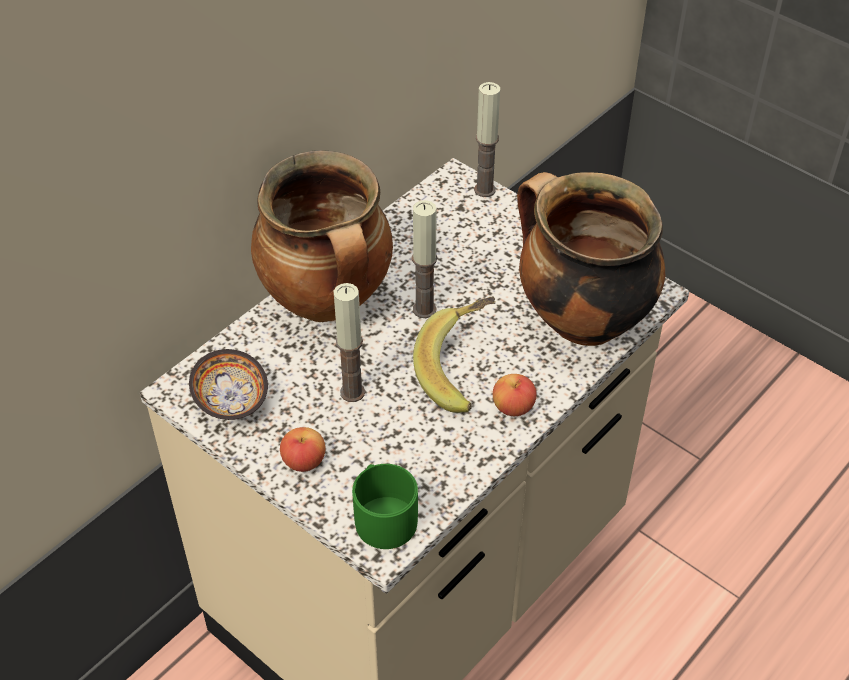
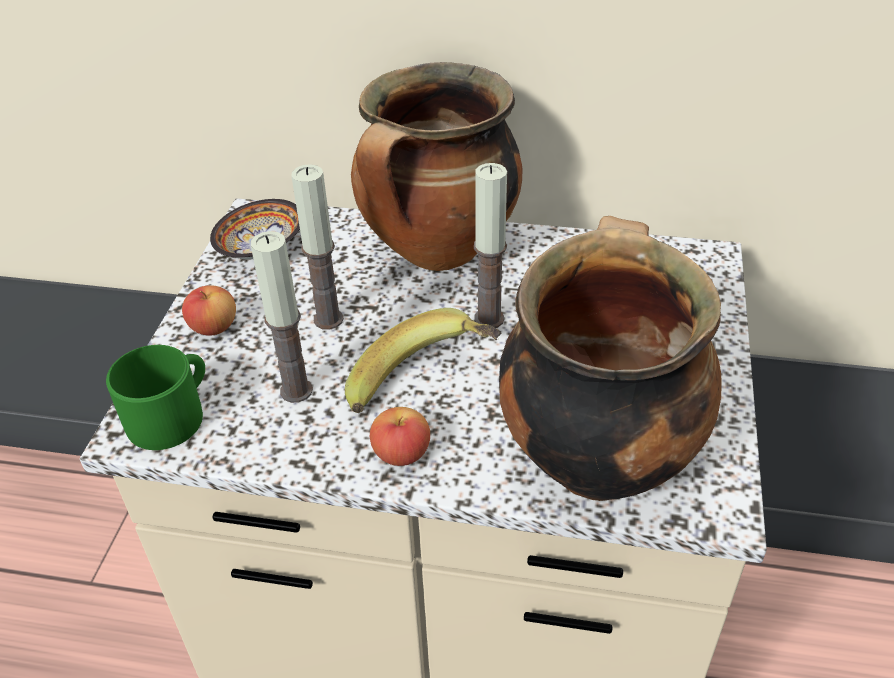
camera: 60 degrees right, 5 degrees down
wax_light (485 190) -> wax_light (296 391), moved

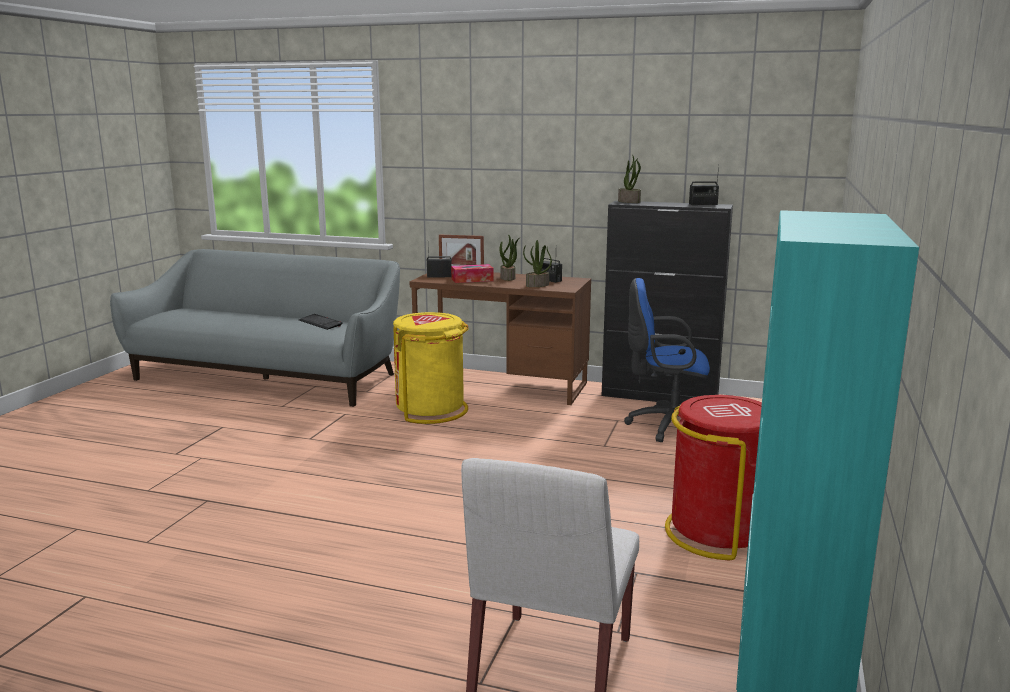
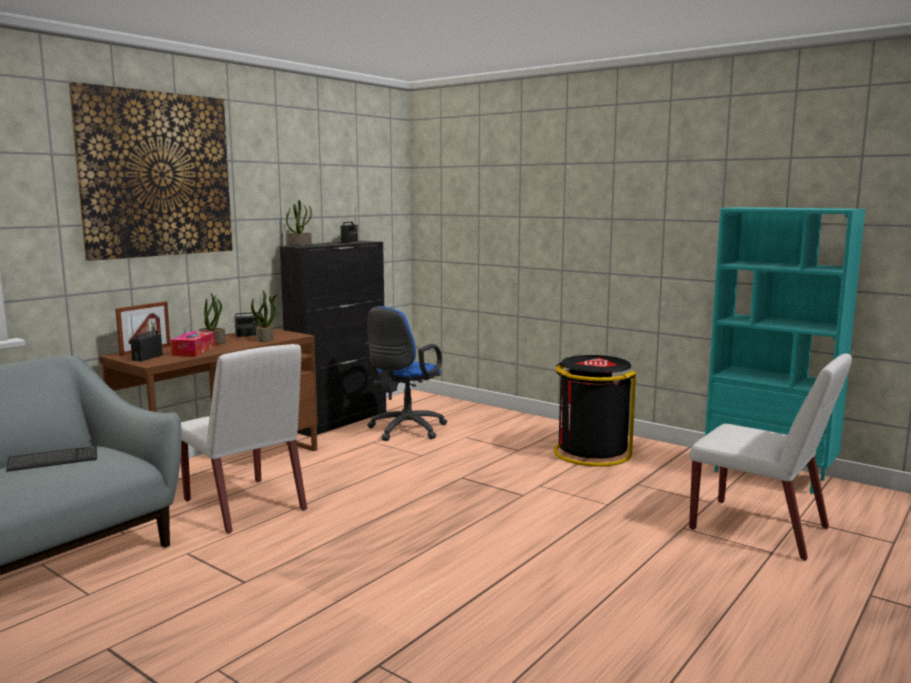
camera: 70 degrees left, 5 degrees down
none -> wall_art (156 174)
yellowish_trash_can (431 410) -> white-coloured_plain_chair (245 506)
reddish_trash_can (717 532) -> blackish_trash_can (591 453)

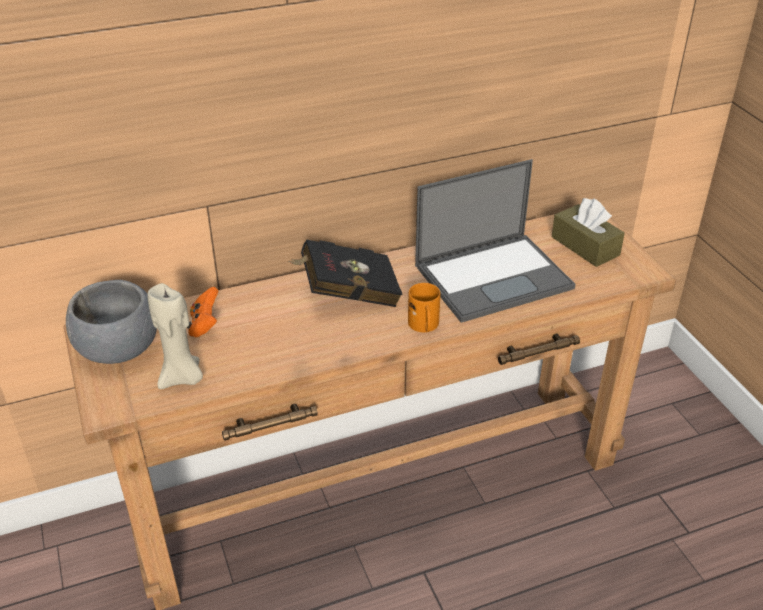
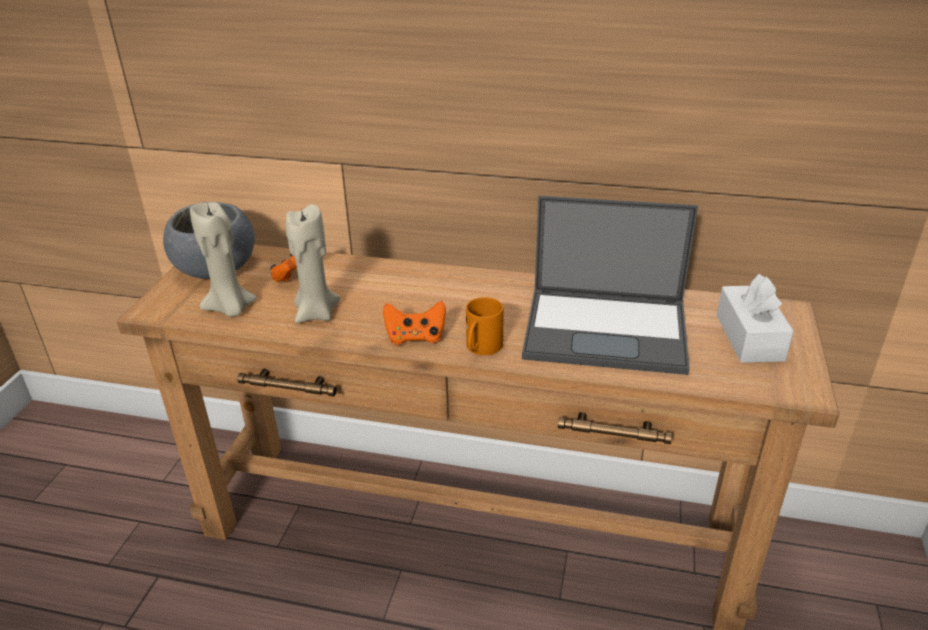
camera: 35 degrees right, 5 degrees down
blackish_book (346 294) -> none
none -> sand-coloured_wax_light (316 313)
none -> orange-coloured_gamepad (415 337)
brown-coloured_box_of_tissues (585 246) -> white-coloured_box_of_tissues (749 337)

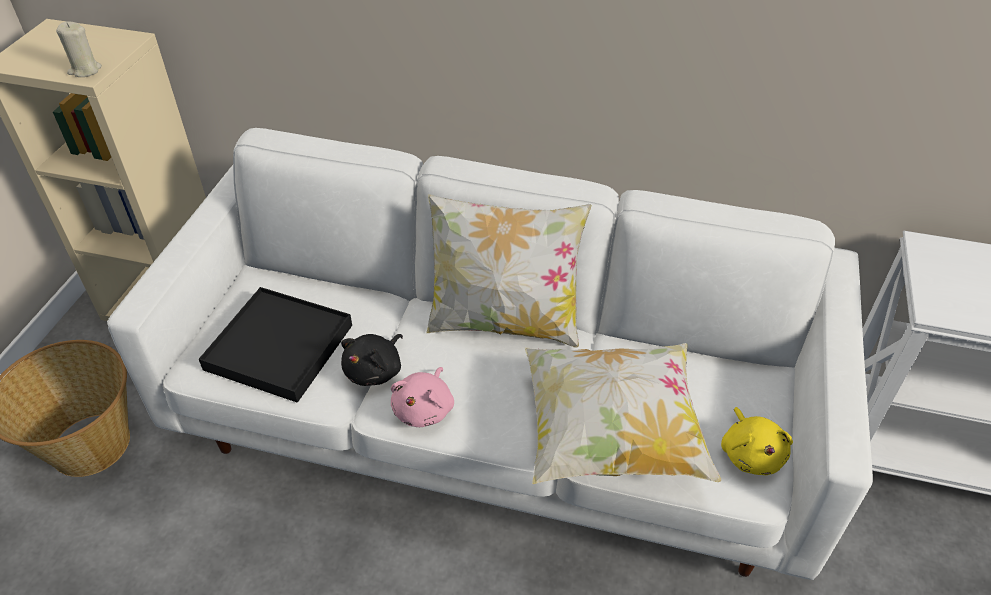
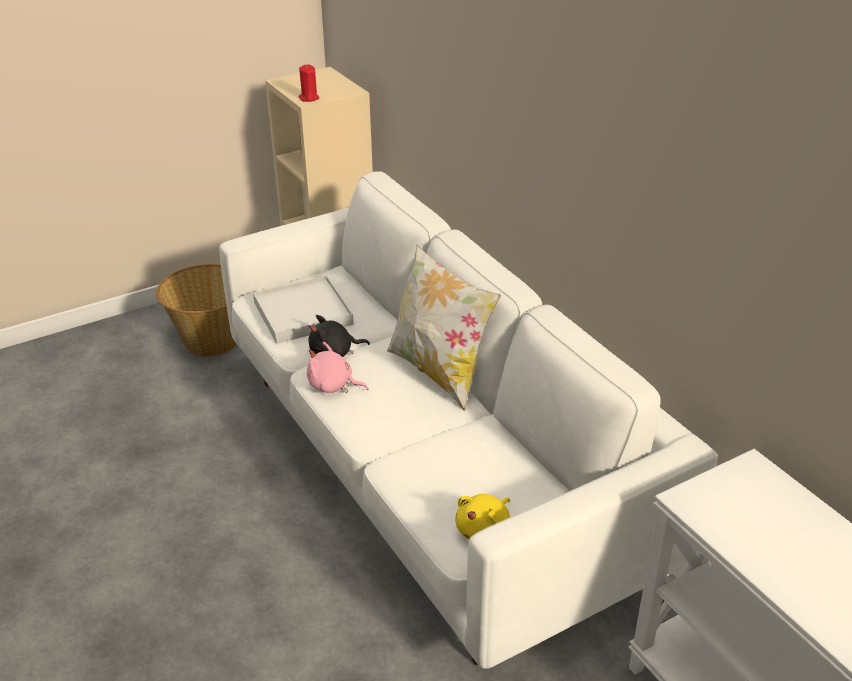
camera: 45 degrees right, 10 degrees down
cushion (611 435) -> none
sand-coloured_wax_light (85 70) -> reddish_wax_light (309 98)
blackish_carrying_tray (279 347) -> white-coloured_carrying_tray (303 313)
pink-coloured_soft_toy (425 409) -> pink-coloured_soft_toy (333 386), 45 degrees clockwise

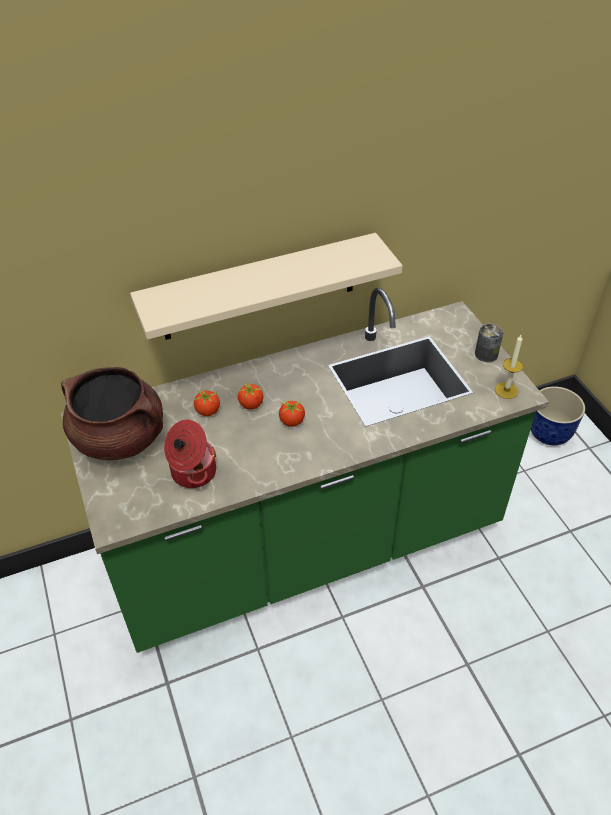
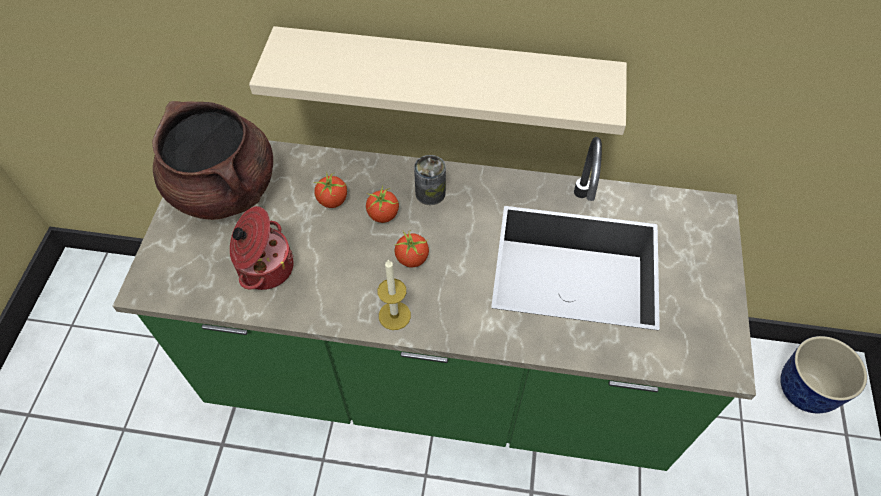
camera: 30 degrees right, 10 degrees up
sealed_can (486 354) -> sealed_can (430 193), moved
wax_light (506 390) -> wax_light (394 315), moved

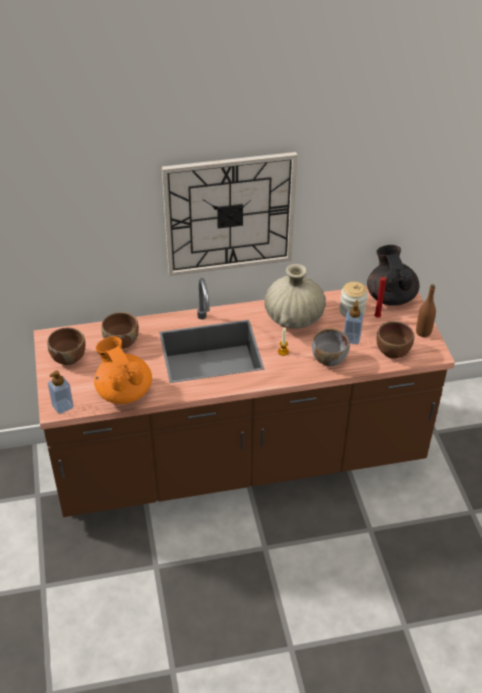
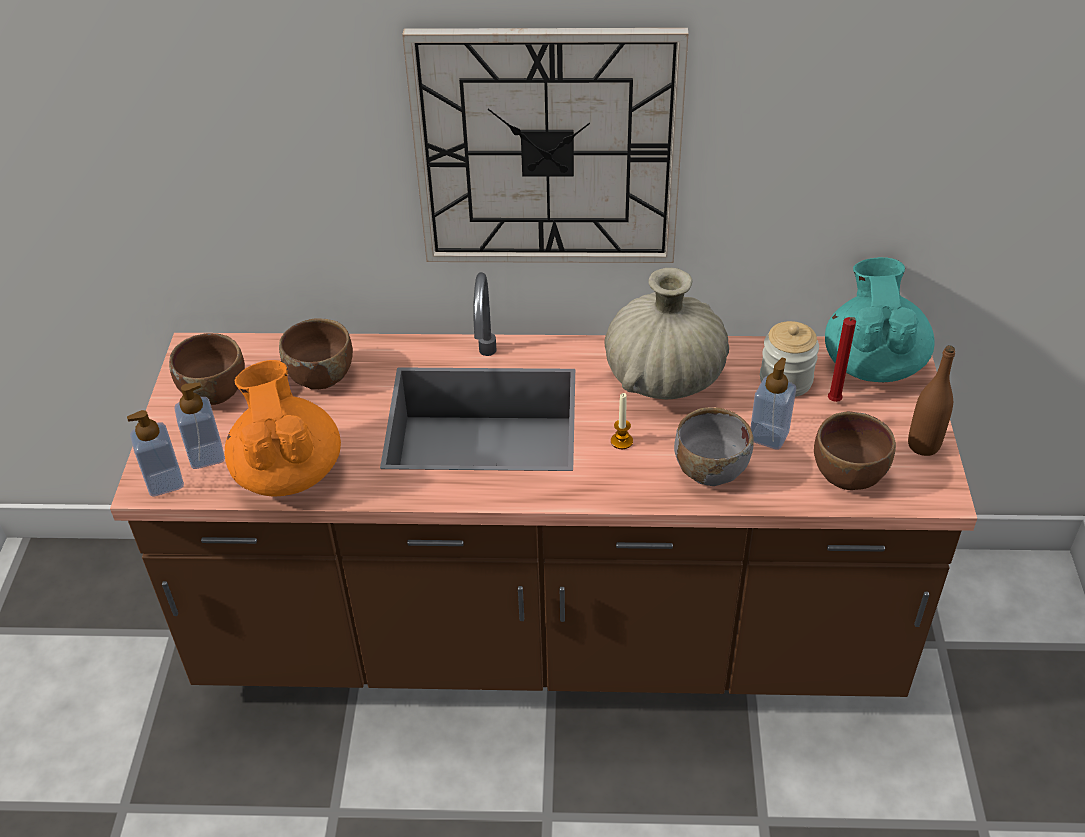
camera: 15 degrees right, 0 degrees up
none -> liquid_soap_bottle (206 455)
blackish_teapot (390 296) -> turquoise_teapot (872 363)

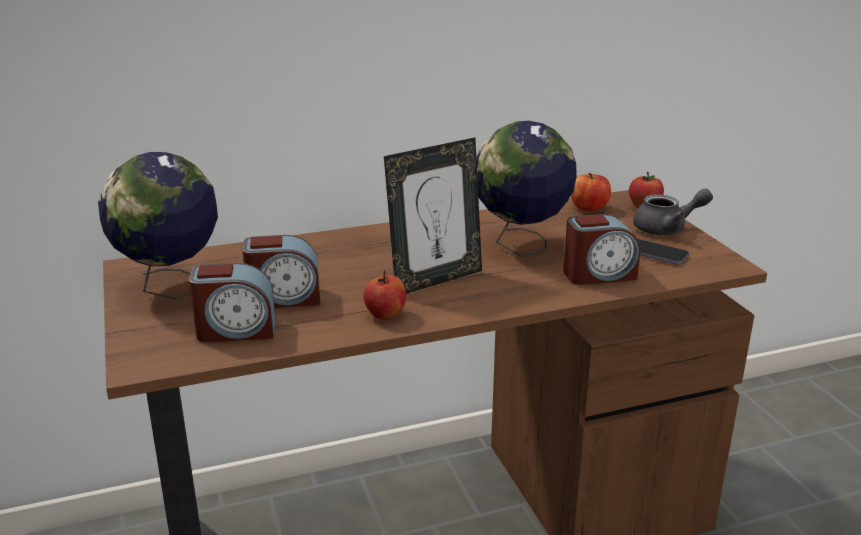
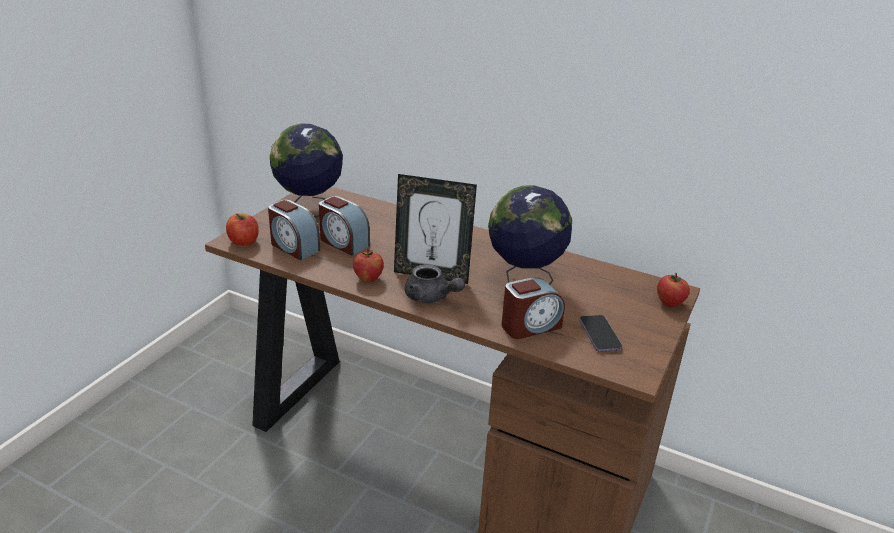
camera: 45 degrees right, 5 degrees up
apple_fruit (589 208) -> apple_fruit (244 242), moved
gray_teapot (667 229) -> gray_teapot (431 298), moved
alarm_clock (598 275) -> alarm_clock (530 326), 60 degrees counterclockwise

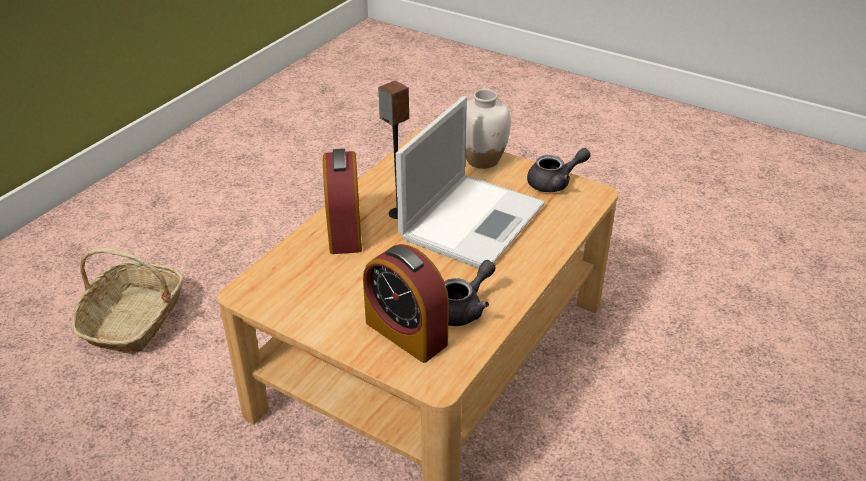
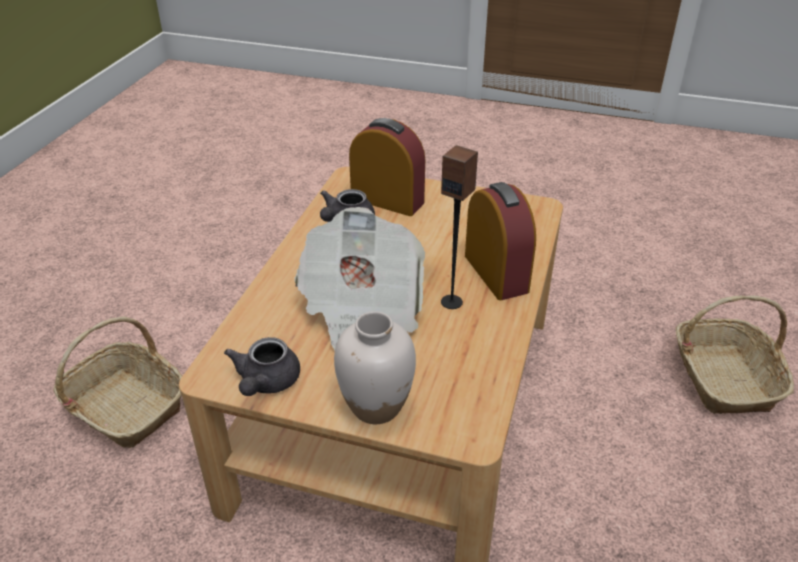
camera: 165 degrees right, 0 degrees up
none -> basket (125 407)
portable_computer (473 219) -> printed_paper (362 309)
gray_teapot (555 183) -> gray_teapot (266 383), 45 degrees counterclockwise

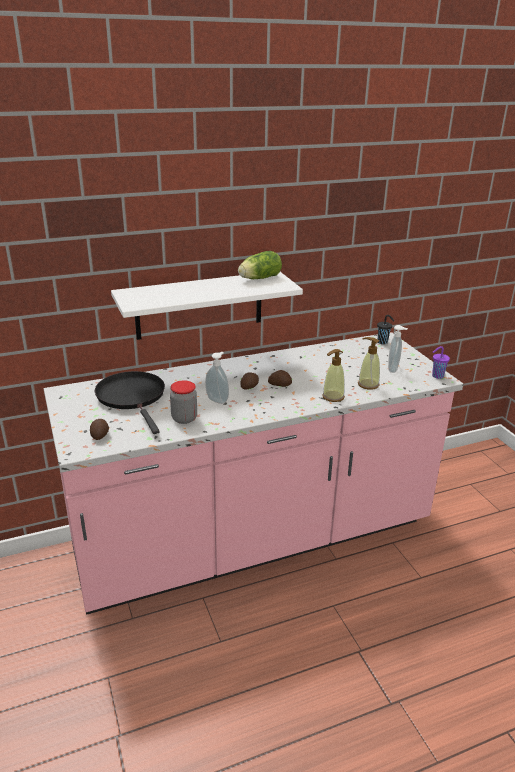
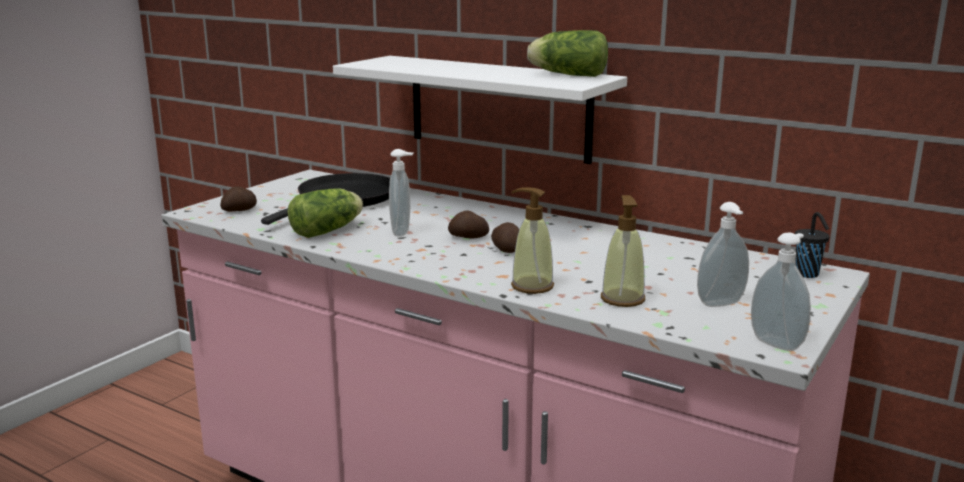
camera: 55 degrees right, 10 degrees down
jar (184 418) -> lettuce (329 230)
purple_drinking_cup (437 376) -> liquid_soap_bottle (778 343)

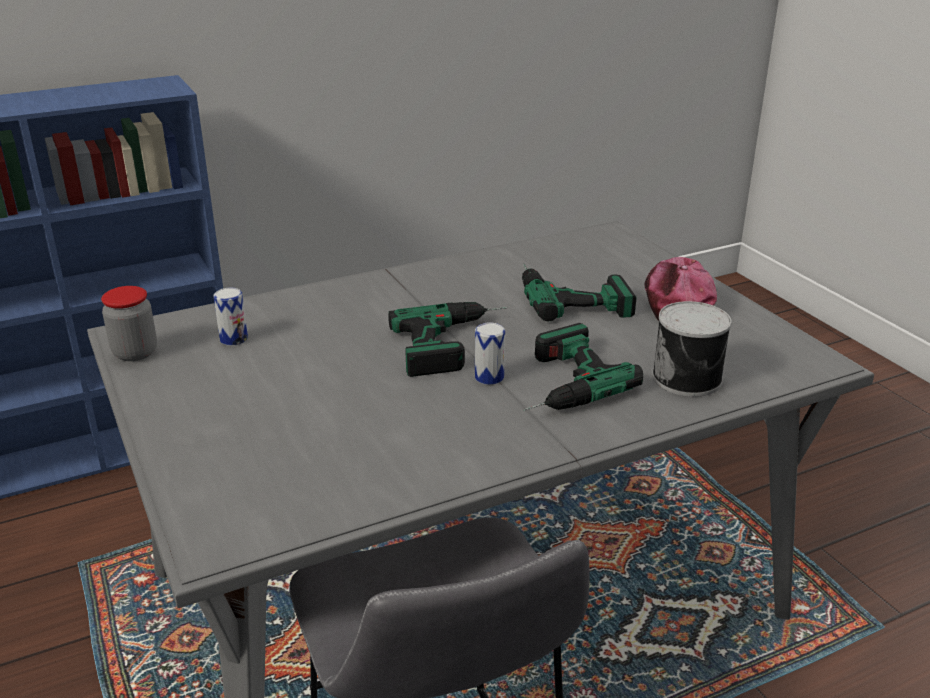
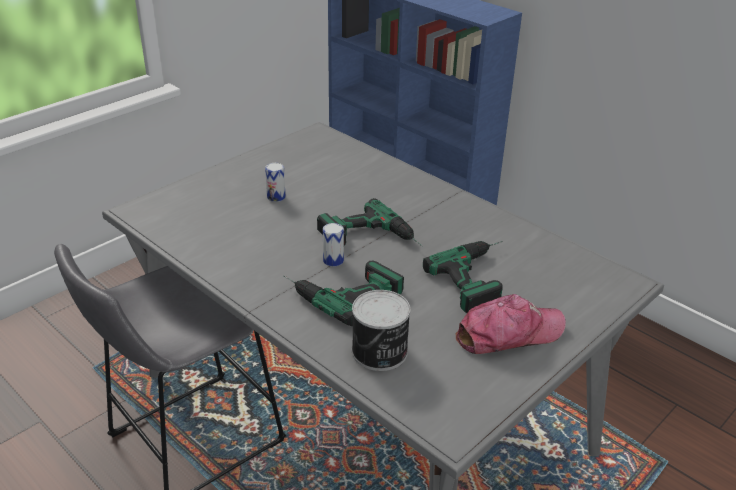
camera: 70 degrees right, 5 degrees up
jar (135 353) -> none
sealed_can (234 339) -> sealed_can (276 197), moved

